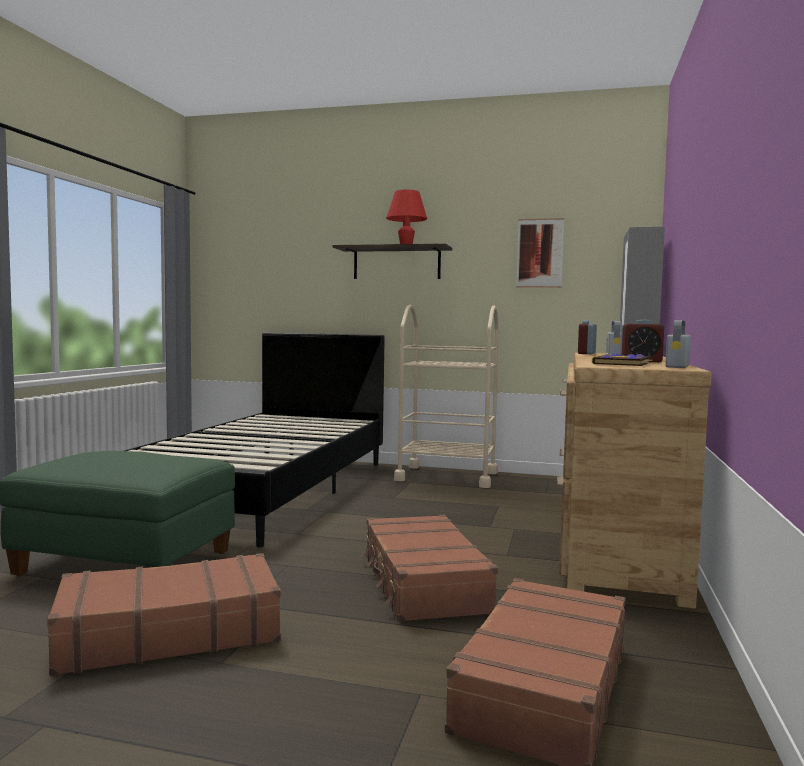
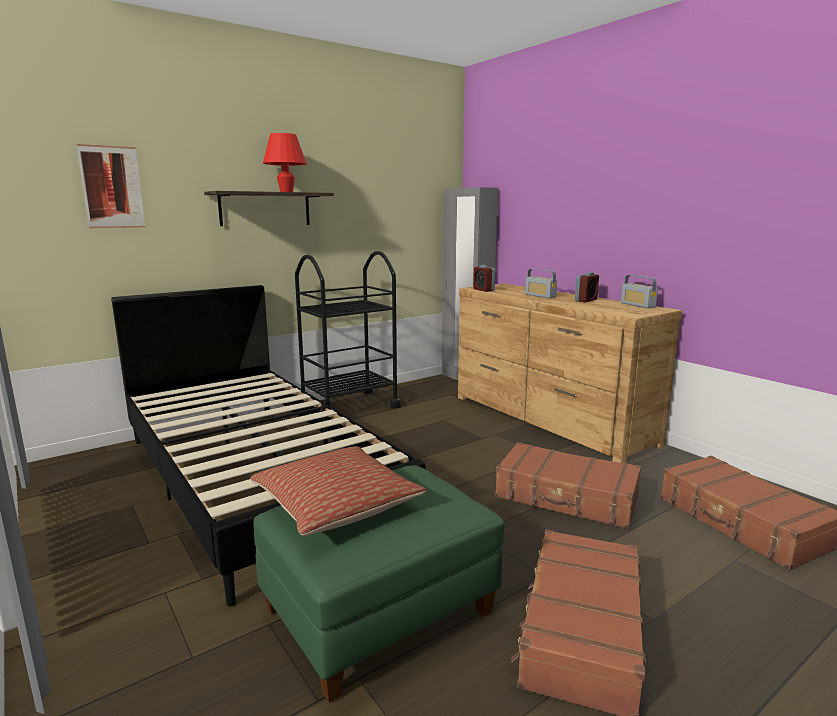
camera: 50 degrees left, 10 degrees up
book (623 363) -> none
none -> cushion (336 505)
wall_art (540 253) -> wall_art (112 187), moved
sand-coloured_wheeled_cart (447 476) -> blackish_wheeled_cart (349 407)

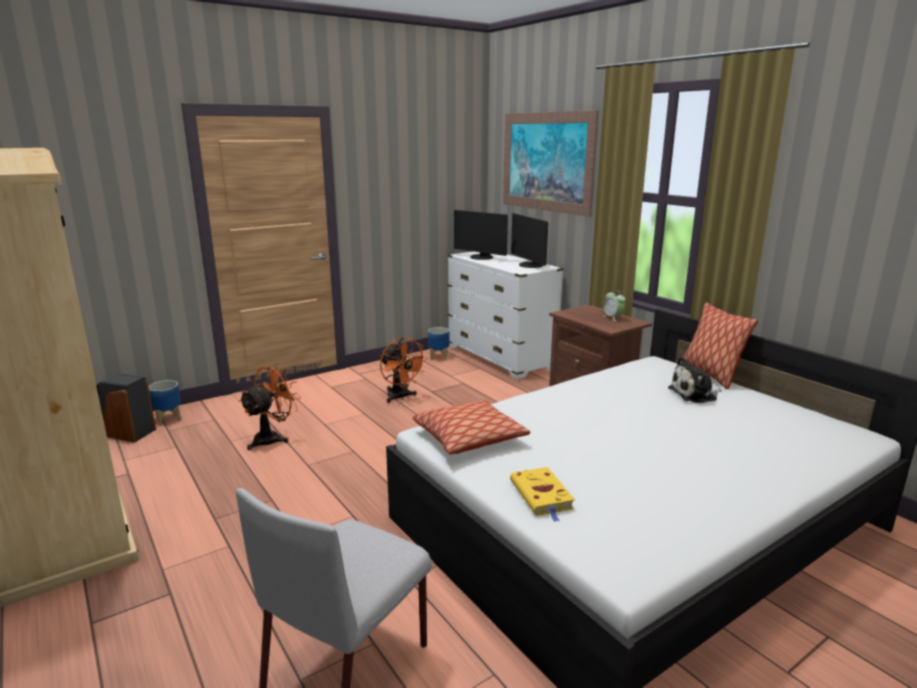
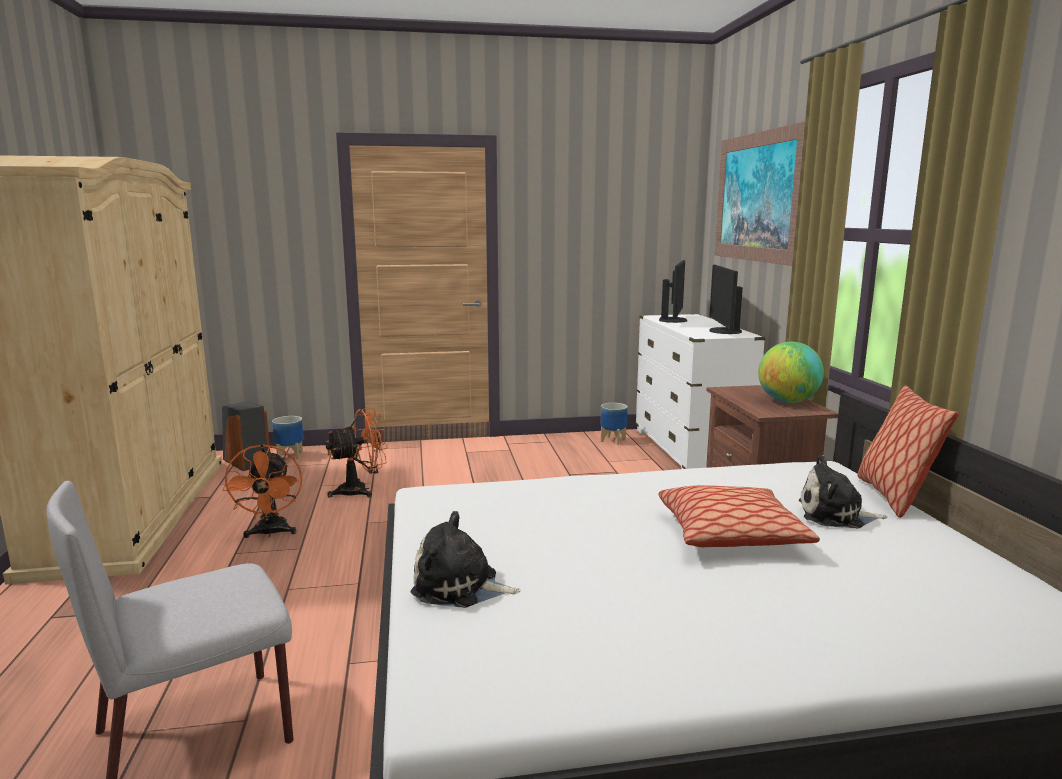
camera: 25 degrees right, 5 degrees down
orange-coloured_cooling_fan (400 397) -> orange-coloured_cooling_fan (270 533), moved
cushion (469 438) -> cushion (730 534), moved
yellowish_book (542 496) -> soft_toy (460 587)
alarm_clock (613 318) -> globe (787 402)
computer_display (480 257) -> computer_display (674 320), 135 degrees counterclockwise

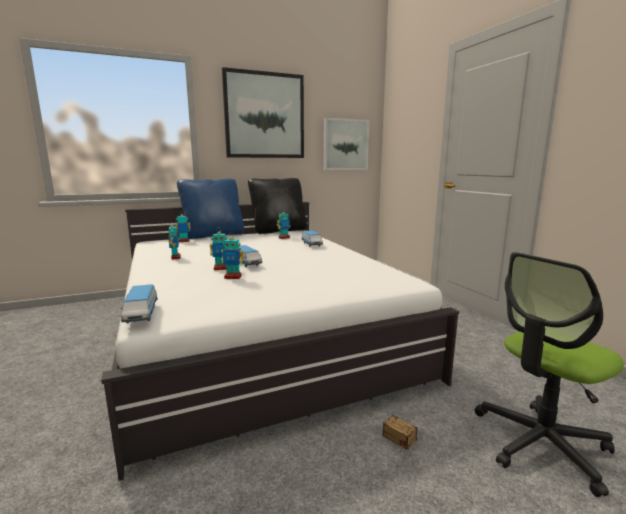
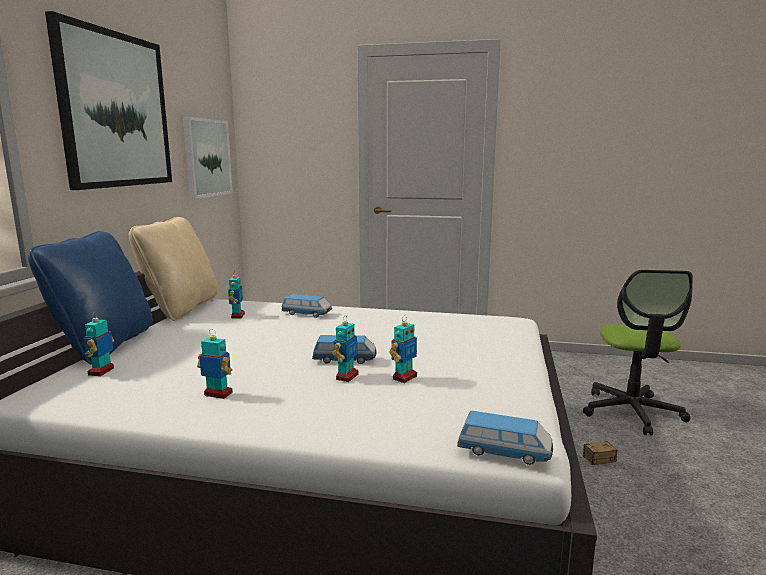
camera: 55 degrees left, 0 degrees up
blackish_cushion (279 230) -> sand-coloured_cushion (181 308)

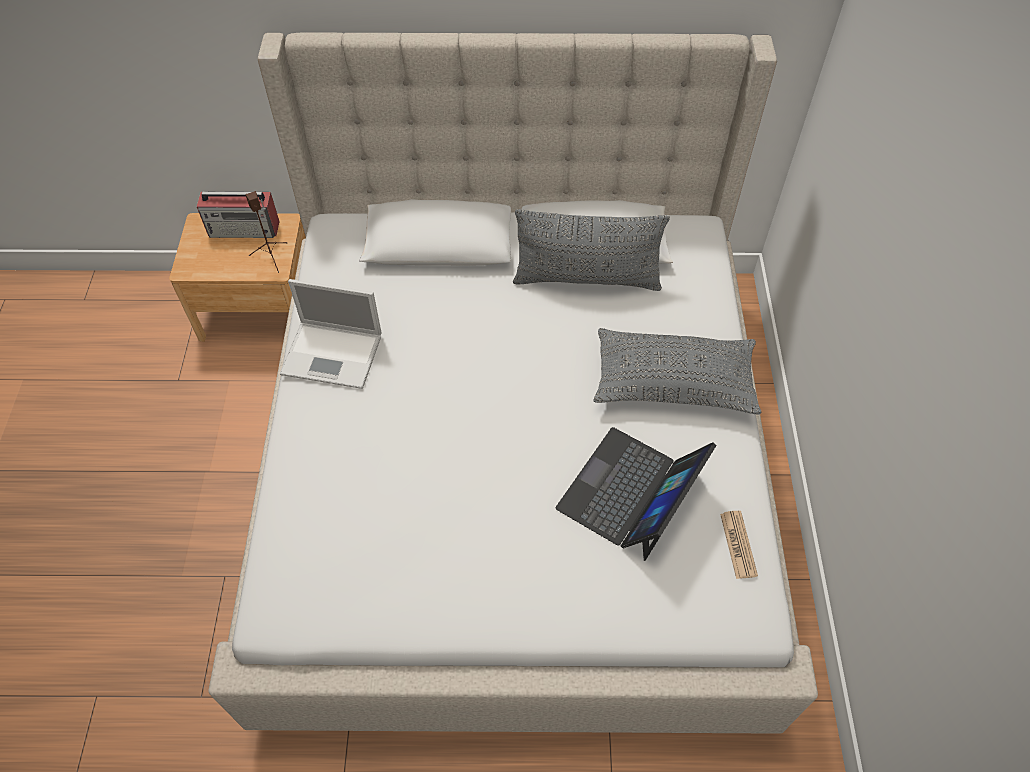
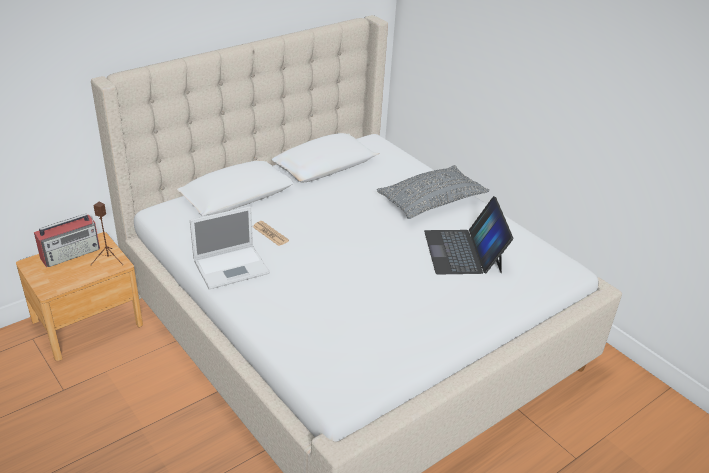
camera: 40 degrees left, 20 degrees down
gray_cushion (587 278) -> none
printed_paper (738 544) -> printed_paper (270 234), moved

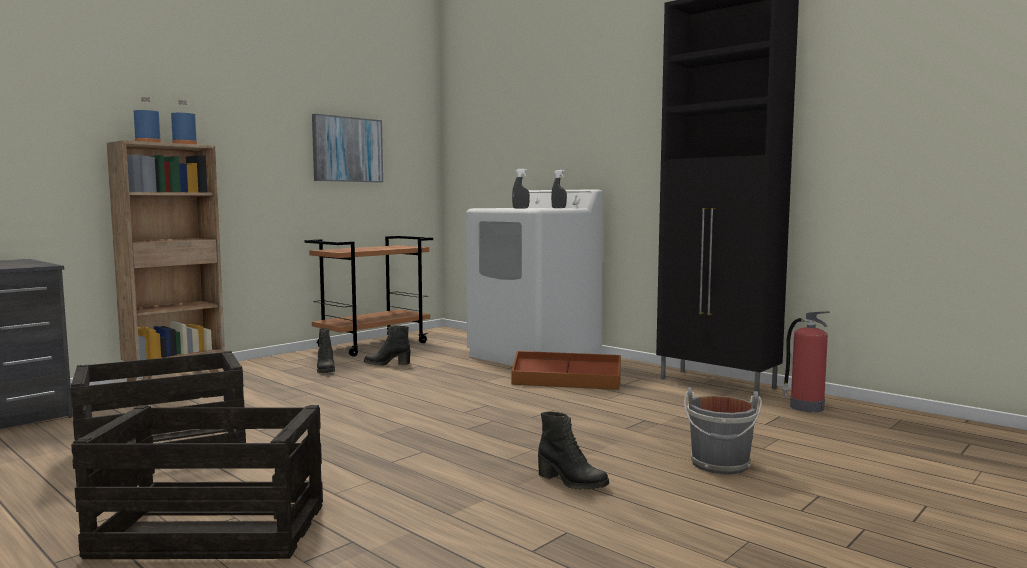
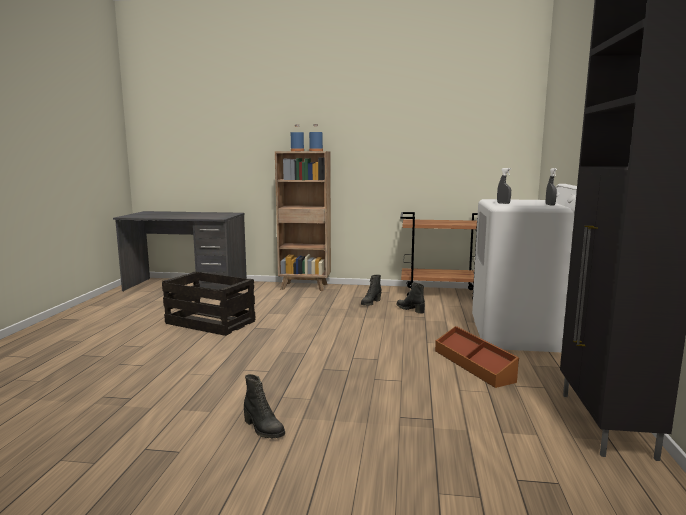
camera: 55 degrees right, 5 degrees up
crate (209 530) -> none
wall_art (347 149) -> none
gray_water_bucket (720 465) -> none
fire-fighting_cylinder (805 407) -> none
blackish_high-top_boot (571 482) -> blackish_high-top_boot (263 429), 45 degrees counterclockwise

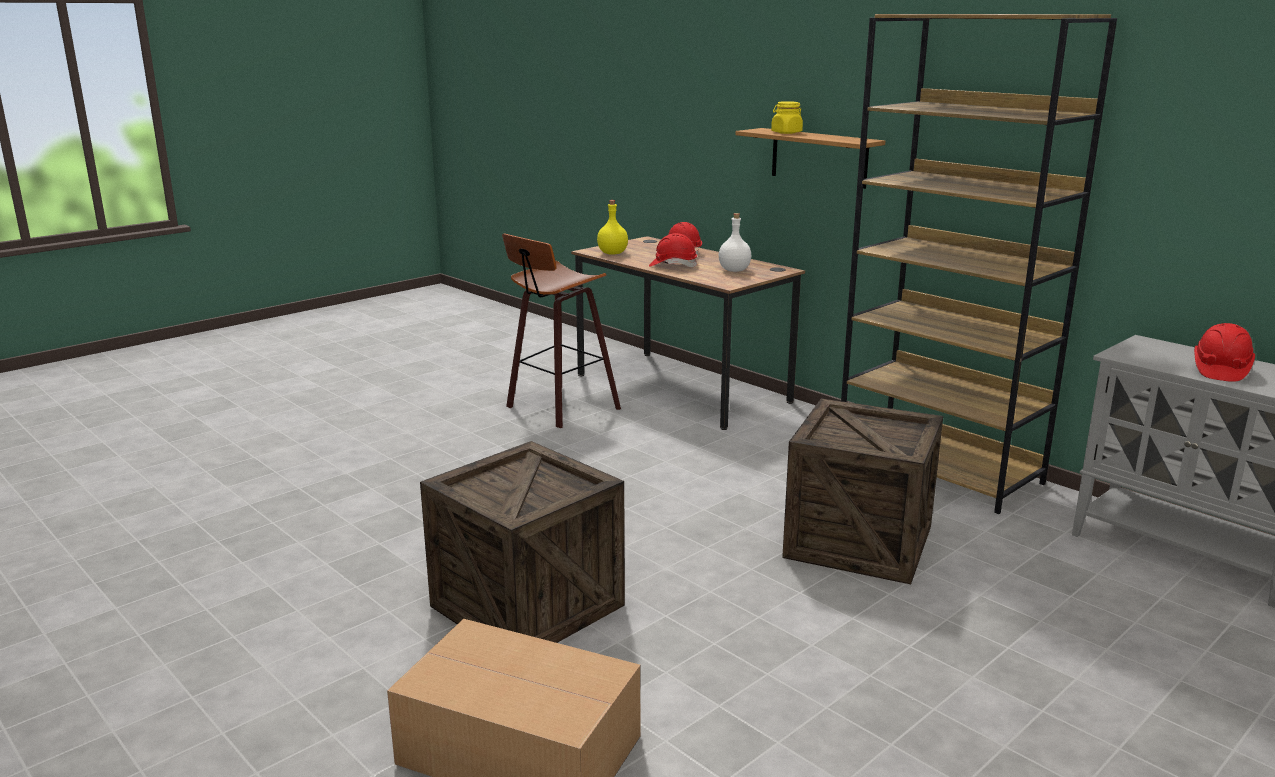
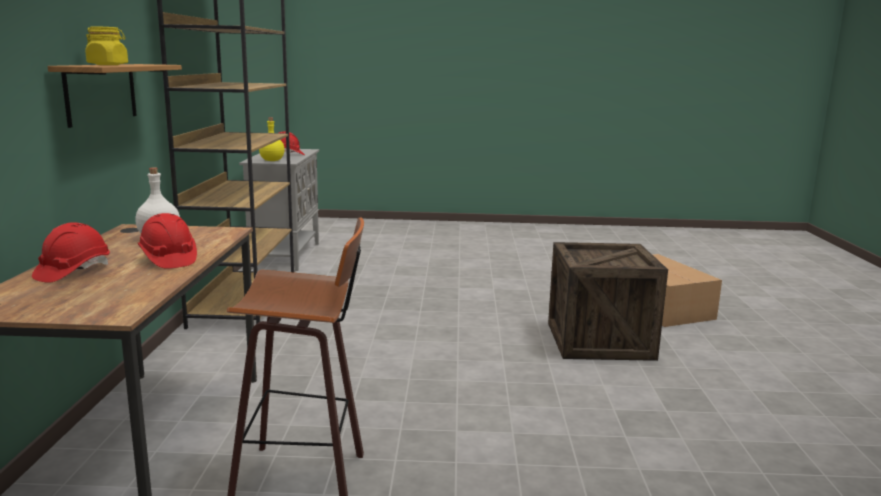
camera: 135 degrees left, 5 degrees down
crate (858 541) -> none
yellowish_drink_bottle (612 253) -> yellowish_drink_bottle (272 160), moved

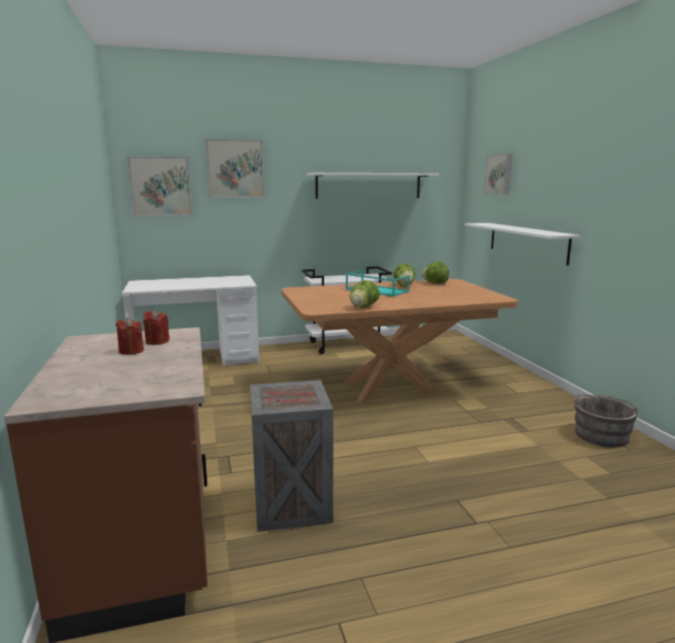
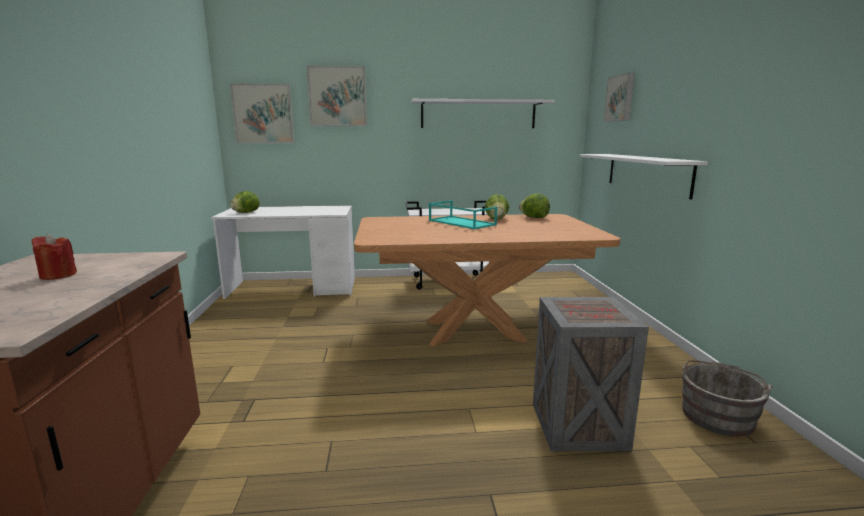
camera: 10 degrees right, 0 degrees up
reddish_wax_light (157 341) -> none
crate (290 504) -> crate (576 425), moved
lettuce (363 307) -> lettuce (245 212), moved

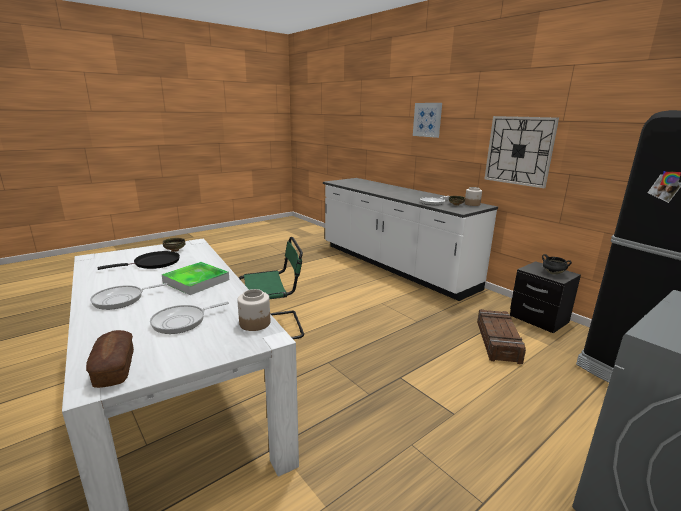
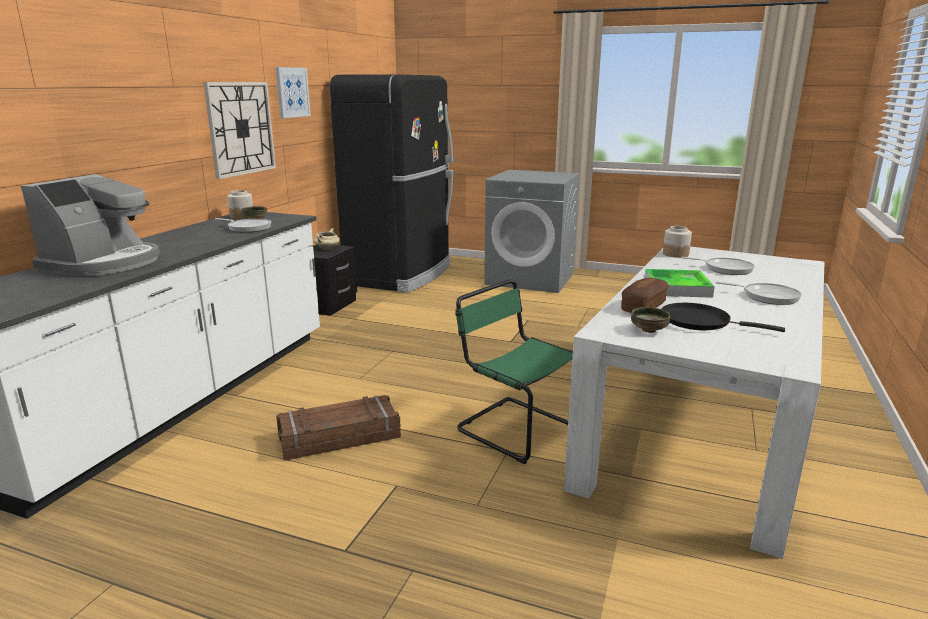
camera: 120 degrees left, 0 degrees up
none -> coffee_maker (104 263)
baked_bread (114 368) -> baked_bread (643 306), moved
wall_art (427 120) -> wall_art (292 92), moved
crate (498 341) -> crate (339 437), moved
blackish_stockpot (553 273) -> sand-coloured_stockpot (327 249)

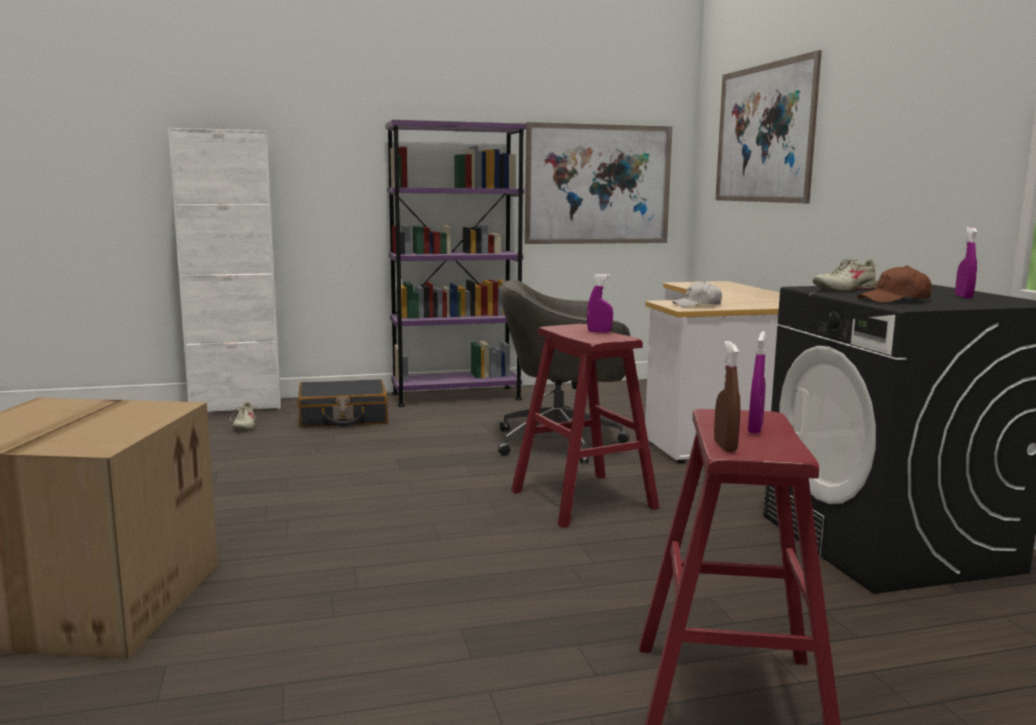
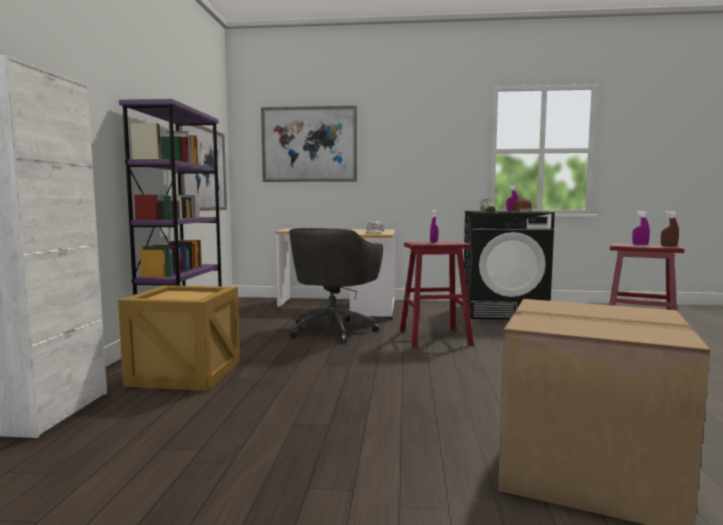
camera: 70 degrees left, 5 degrees down
sand-coloured_item_of_footwear (244 426) -> none
blackish_travel_case (343 418) -> crate (186 373)

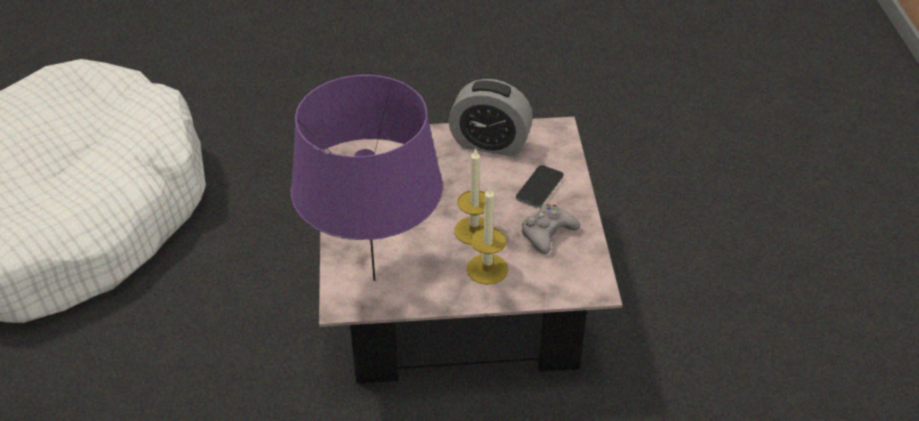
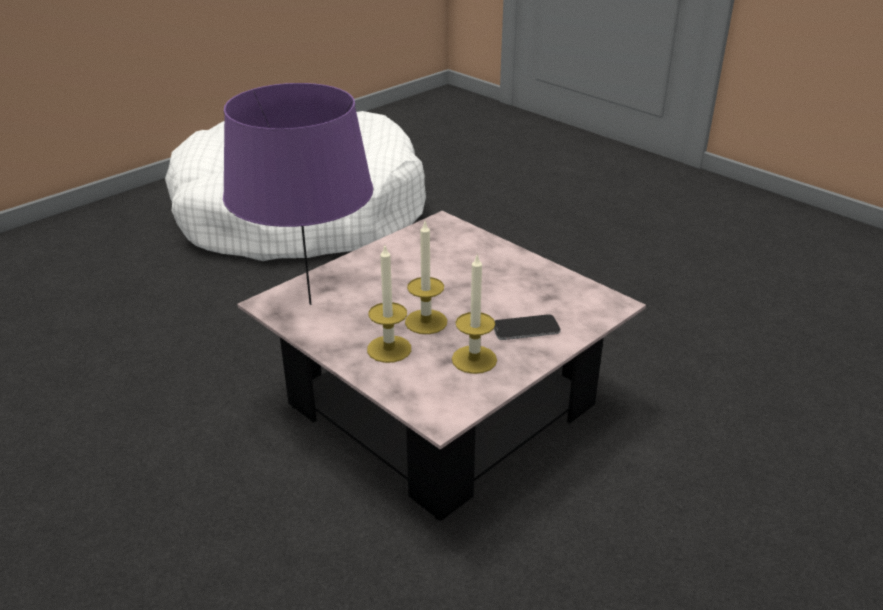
camera: 50 degrees right, 10 degrees down
alarm_clock (490 143) -> none
gray_gamepad (547 234) -> wax_light (474 359)

